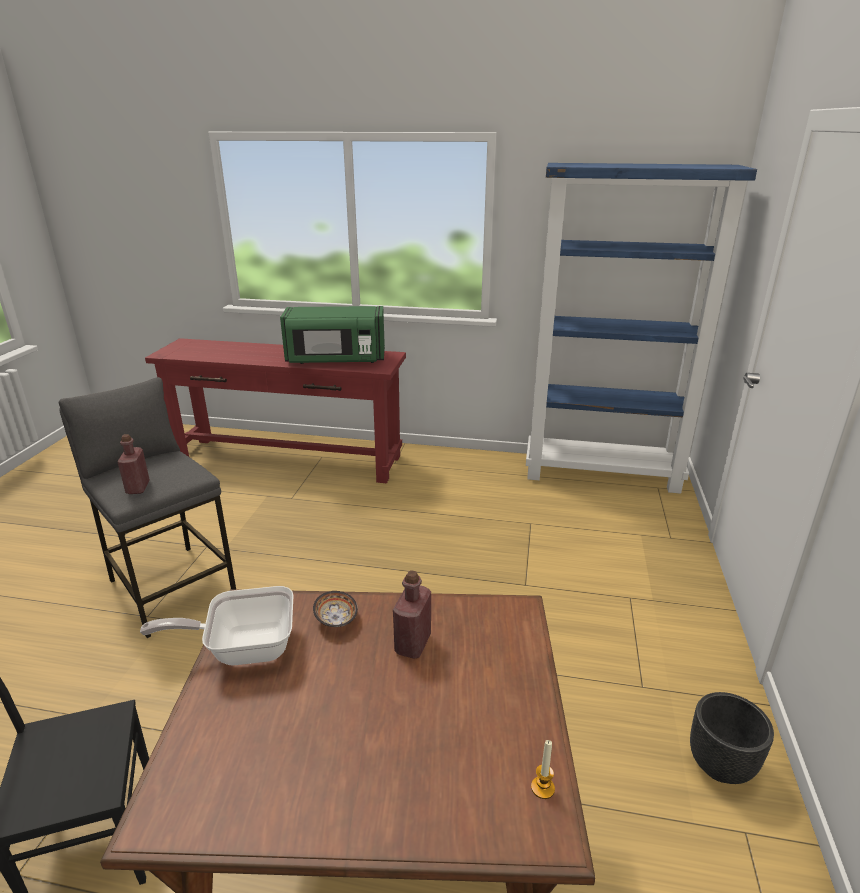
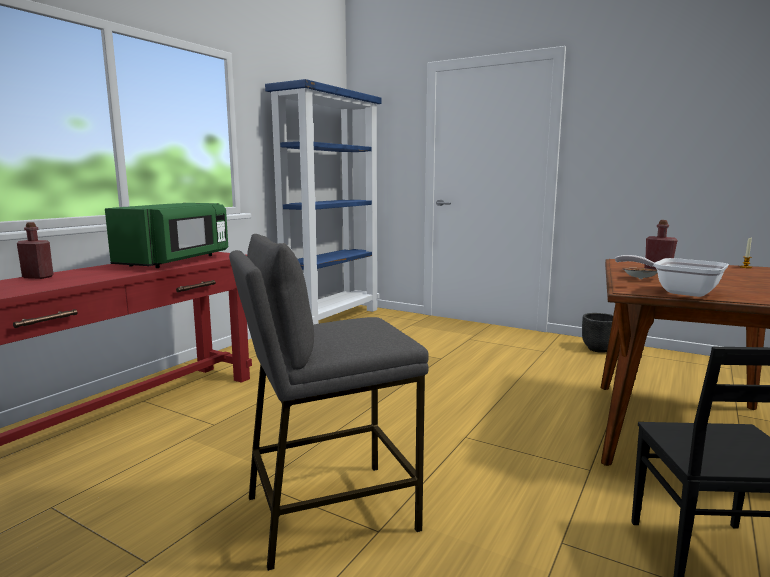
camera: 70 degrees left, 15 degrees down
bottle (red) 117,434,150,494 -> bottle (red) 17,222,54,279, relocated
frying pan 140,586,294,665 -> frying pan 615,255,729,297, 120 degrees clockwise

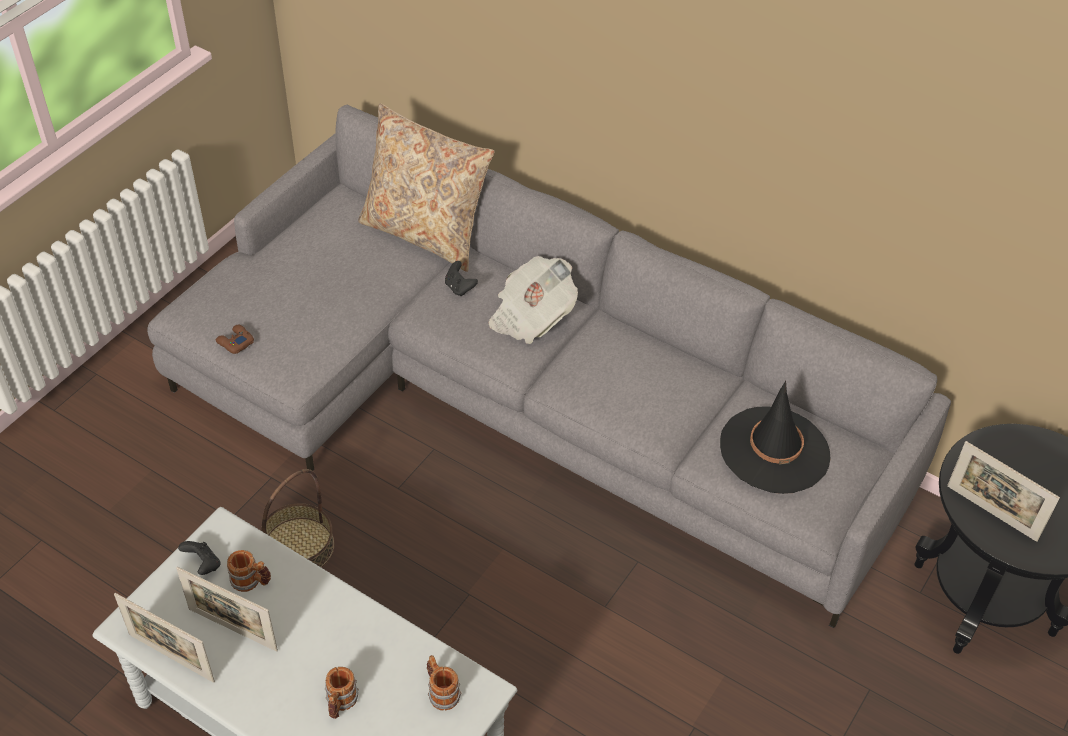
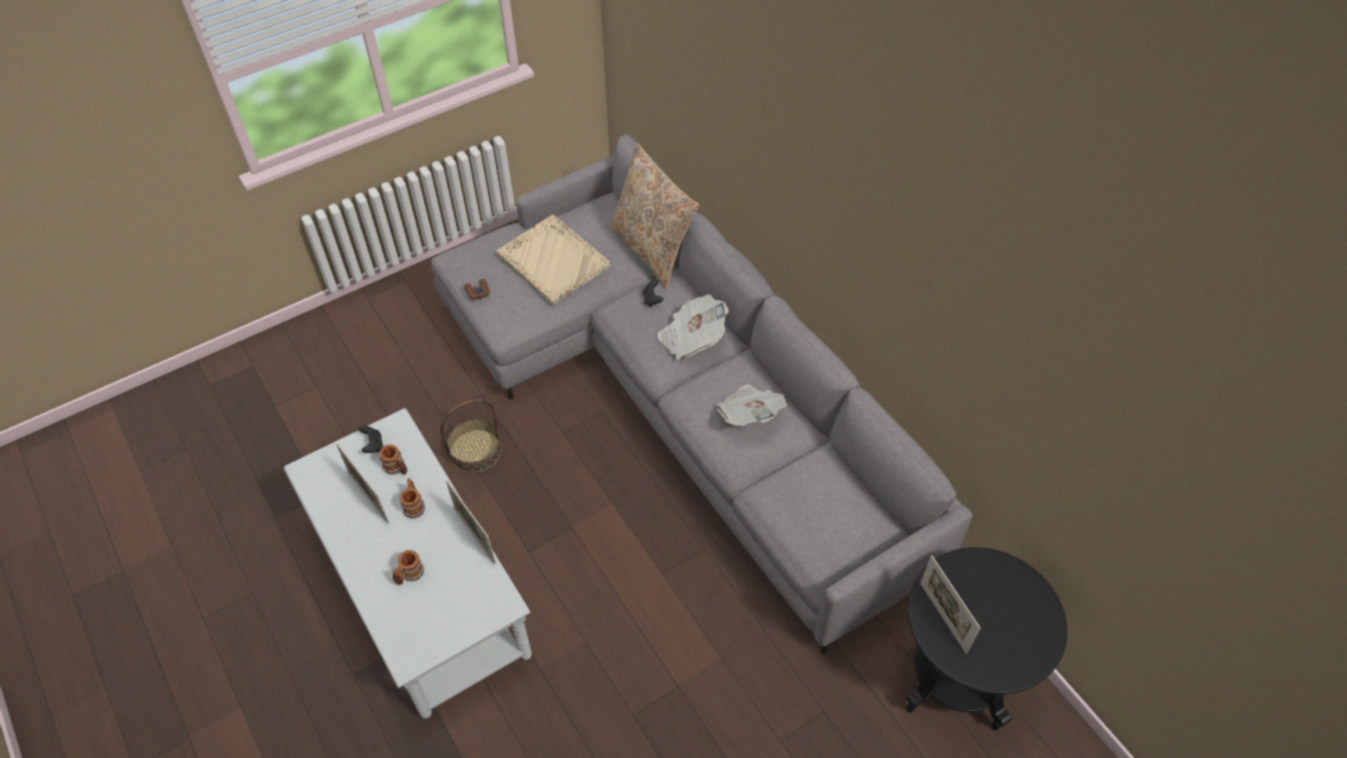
camera: 25 degrees right, 5 degrees up
hat (black) 720,381,830,494 -> none
none -> tray (beige) 496,215,611,305
none -> newspaper 716,385,787,426
picture frame 114,593,215,683 -> picture frame 446,480,496,564, relocated
mug 427,655,461,711 -> mug 400,478,425,519, relocated

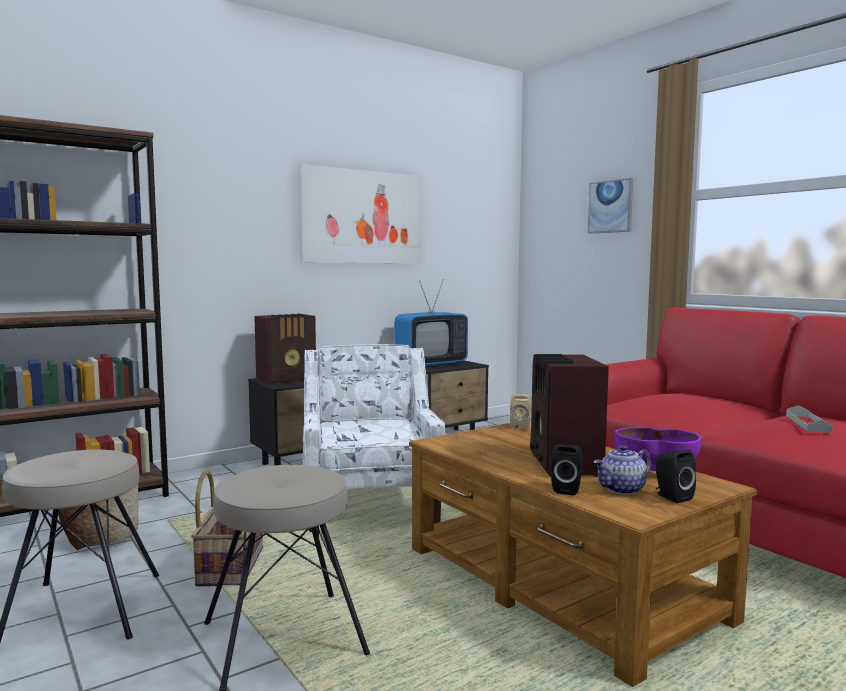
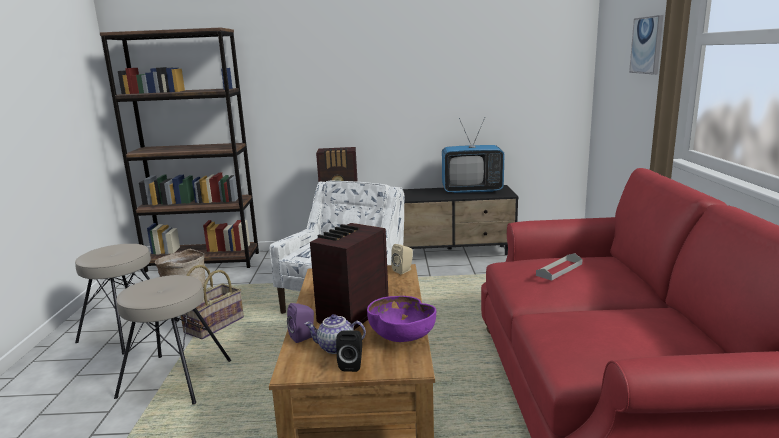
camera: 35 degrees right, 10 degrees up
picture 298,164,421,263 -> none
tray (grey) 786,405,833,433 -> tray (grey) 536,253,583,281, relocated
speaker (black) 551,444,583,496 -> speaker (purple) 287,303,314,343

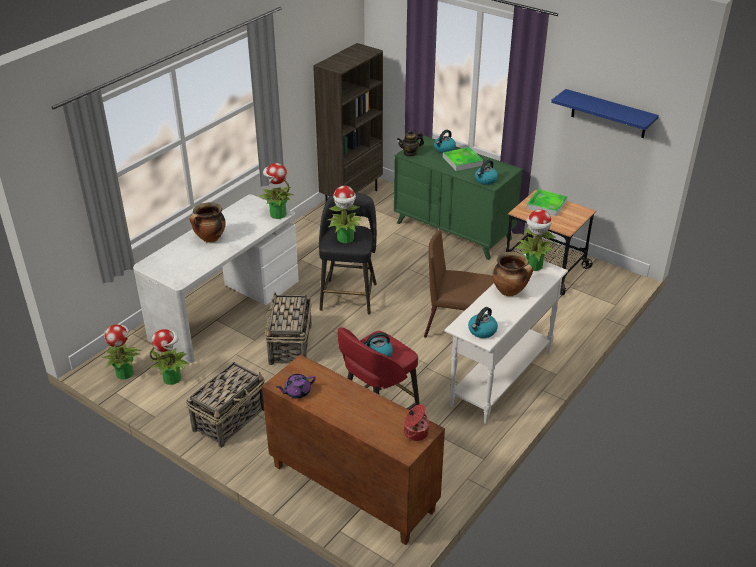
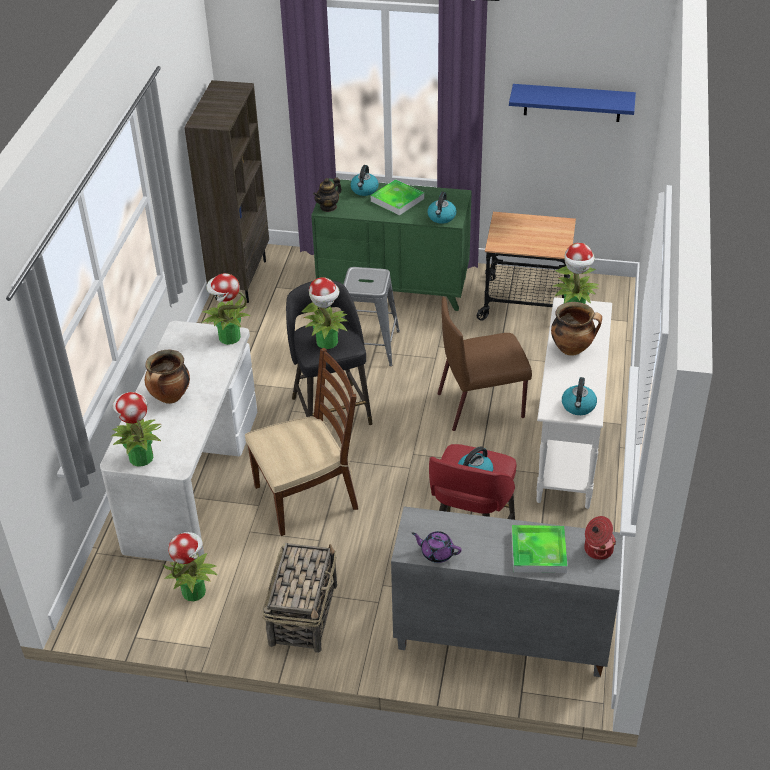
camera: 25 degrees left, 5 degrees up
none -> stool (grey) 341,267,400,366
potted plant 102,324,141,379 -> potted plant 112,392,161,466, relocated
tray 527,189,567,216 -> tray 511,525,568,573, relocated
basket 264,292,312,365 -> chair (brown) 245,348,358,536
cabinet (brown) 262,354,445,545 -> cabinet (grey) 391,507,623,677
teapot (purple) 276,374,316,399 -> teapot (purple) 412,531,462,563, 75 degrees clockwise

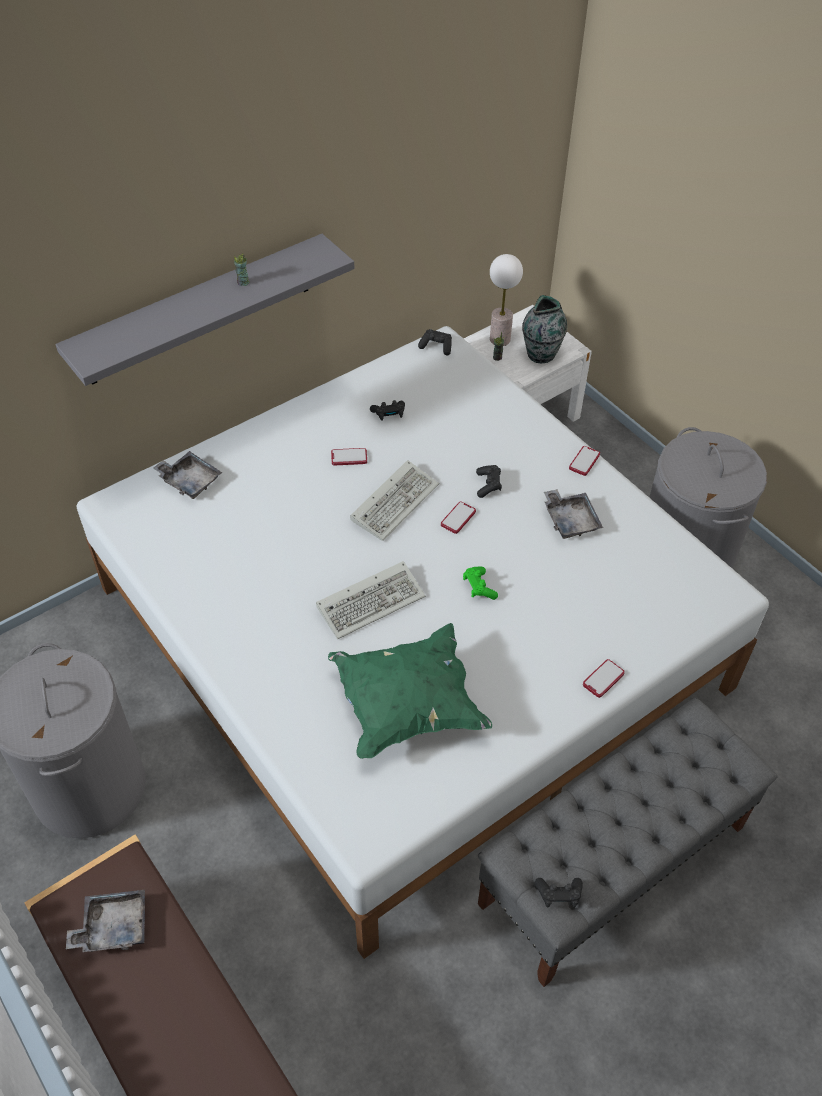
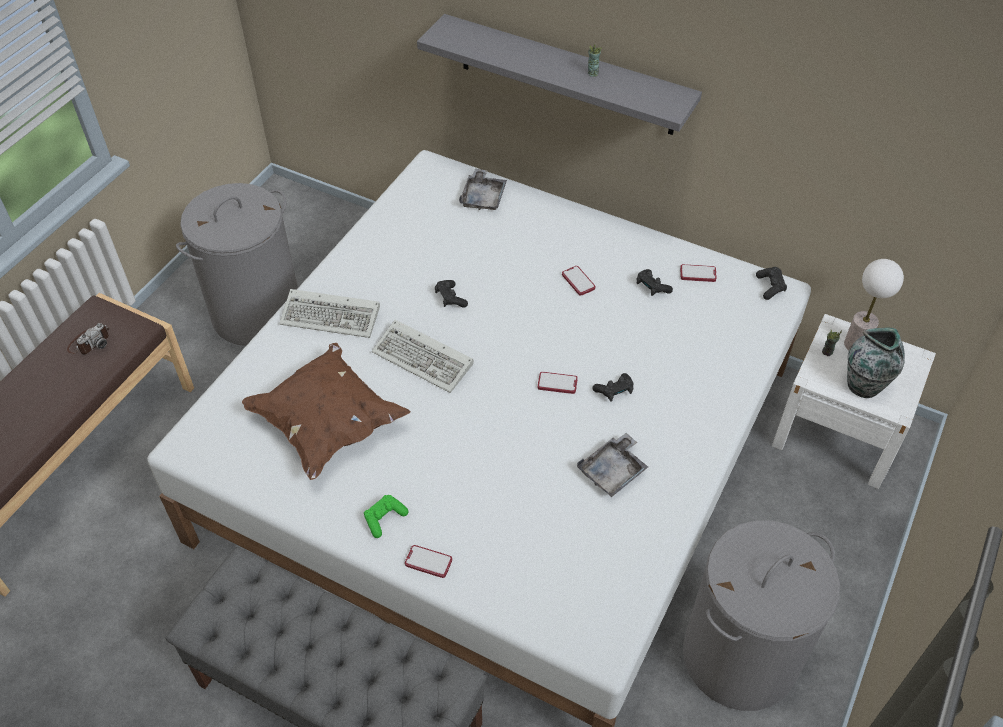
camera: 65 degrees right, 0 degrees up
keyboard 350,460,439,541 -> keyboard 279,289,380,338, relocated
game controller (green) 463,567,498,600 -> game controller (green) 364,495,408,538, relocated
game controller (black) 535,878,583,907 -> game controller (black) 435,280,468,308, relocated
phone 569,446,600,476 -> phone 680,264,717,282, relocated
tray (grey) 66,890,145,952 -> photo camera 67,323,109,354
pillow (green) 328,623,492,759 -> pillow (brown) 242,343,410,480

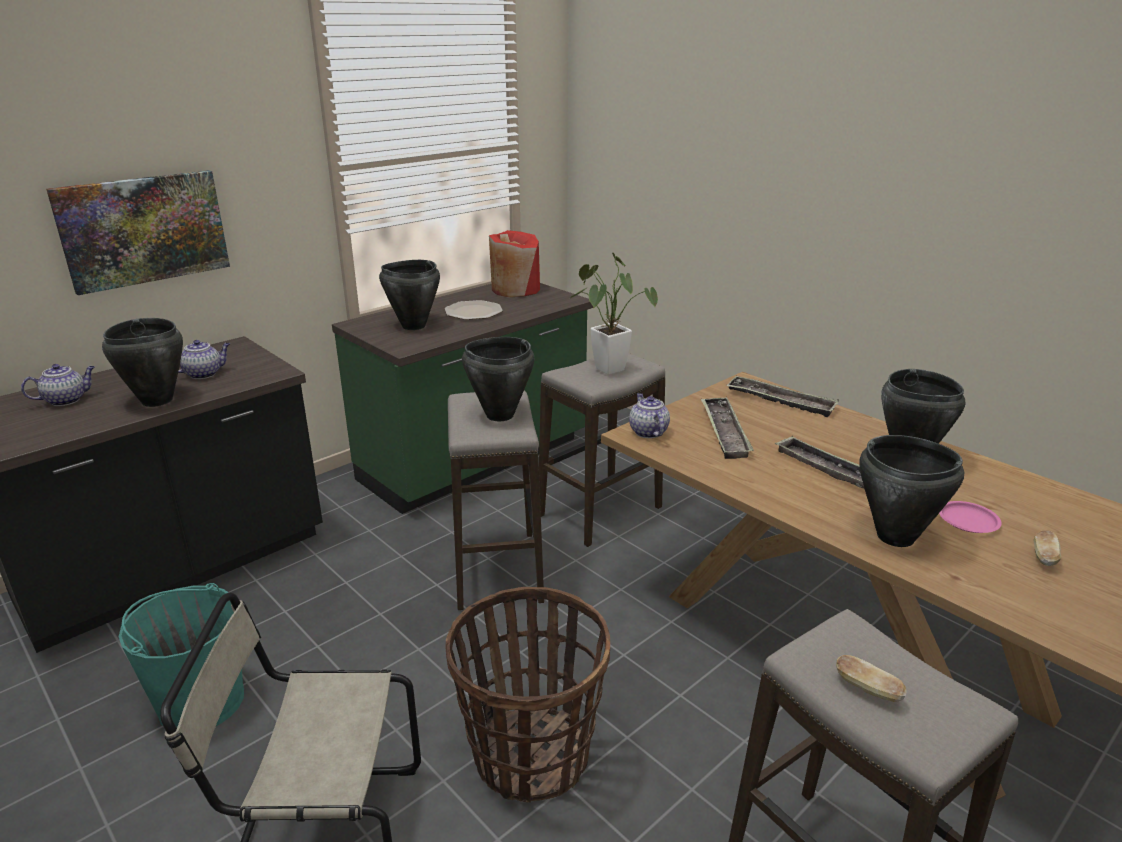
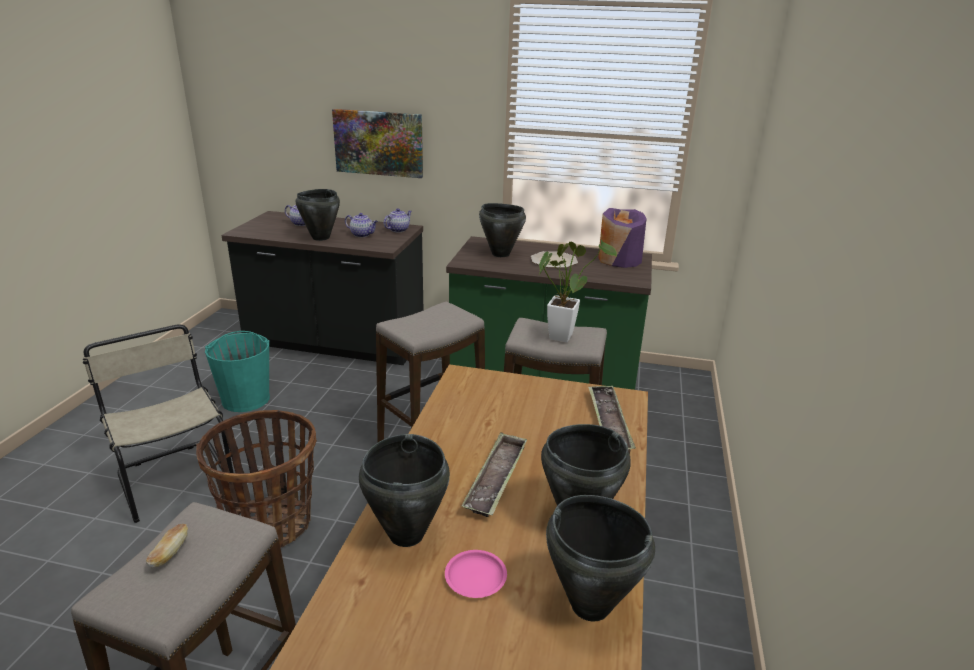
camera: 55 degrees right, 0 degrees up
tray 701,397,754,459 -> none
bread 1034,530,1061,566 -> none
cooking pot (black) 462,337,534,421 -> cooking pot (black) 546,495,655,622, relocated
teapot 629,393,670,438 -> teapot 384,208,412,232, relocated
vase (red) 489,230,540,297 -> vase (purple) 598,208,647,268

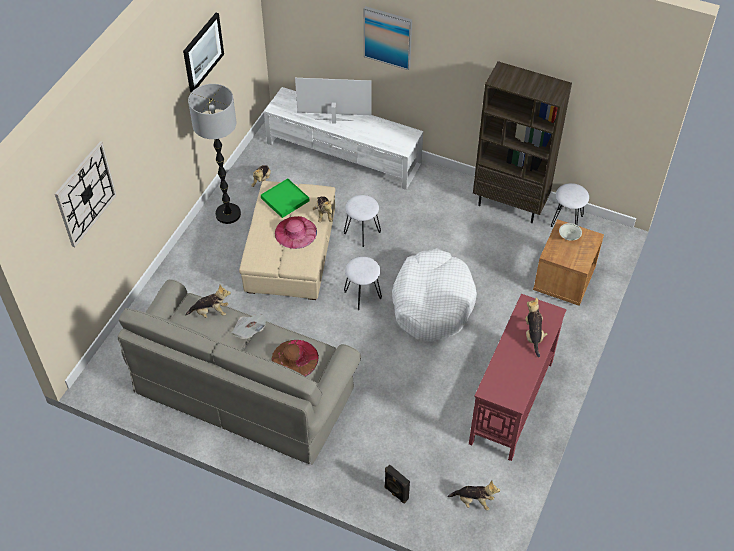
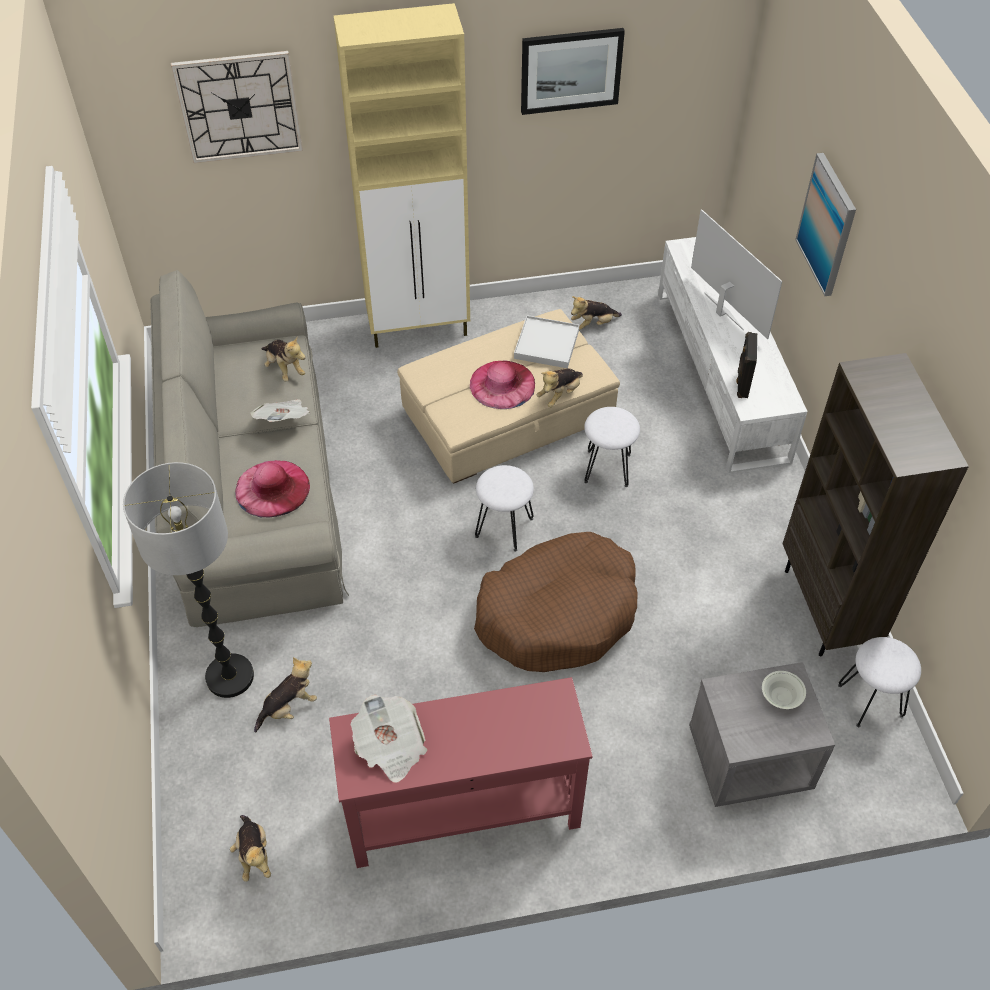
camera: 55 degrees right, 0 degrees up
none -> cabinet (beige) 333,3,470,348
none -> newspaper 351,694,427,782
floor lamp 188,84,241,224 -> floor lamp 123,462,254,698, relocated
speaker (black) 384,464,410,504 -> speaker (black) 736,332,757,398, relocated
plush toy 525,297,547,357 -> plush toy 254,657,317,733, relocated
tray (green) 261,178,309,218 -> tray (white) 514,316,579,368
hat (brown) 271,340,319,377 -> hat (pink) 235,460,310,518
dog bed (white) 392,248,477,342 -> dog bed (brown) 474,532,637,672
nightstand (brown) 533,219,604,306 -> nightstand (grey) 689,662,835,807

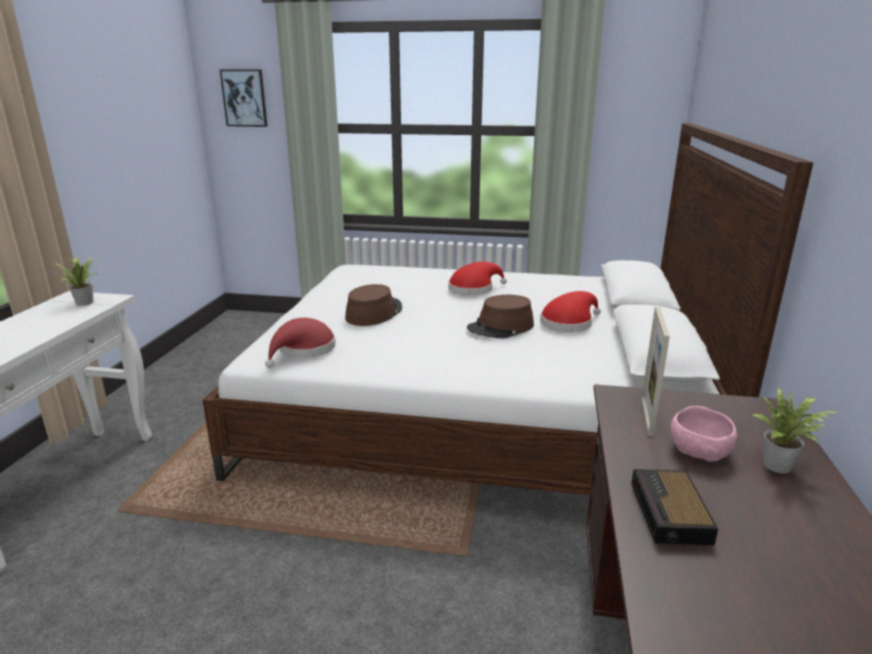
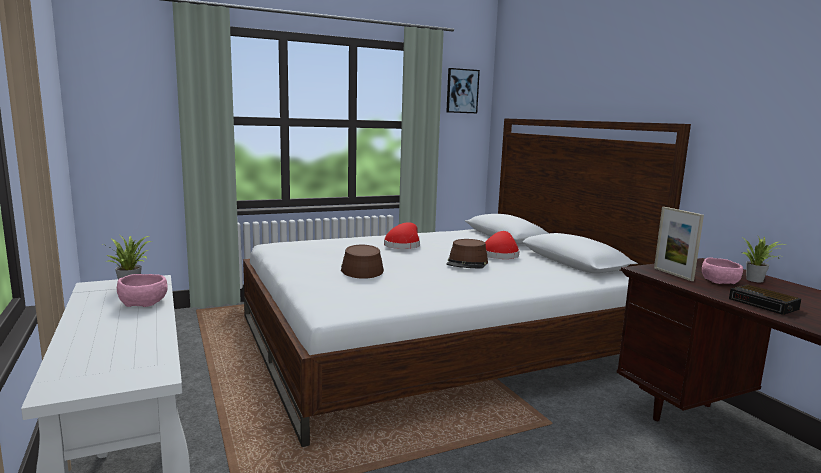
camera: 35 degrees left, 10 degrees down
hat (red) 265,318,336,368 -> none
none -> bowl (pink) 117,274,168,307
picture 220,69,267,127 -> picture 446,68,480,113, relocated

